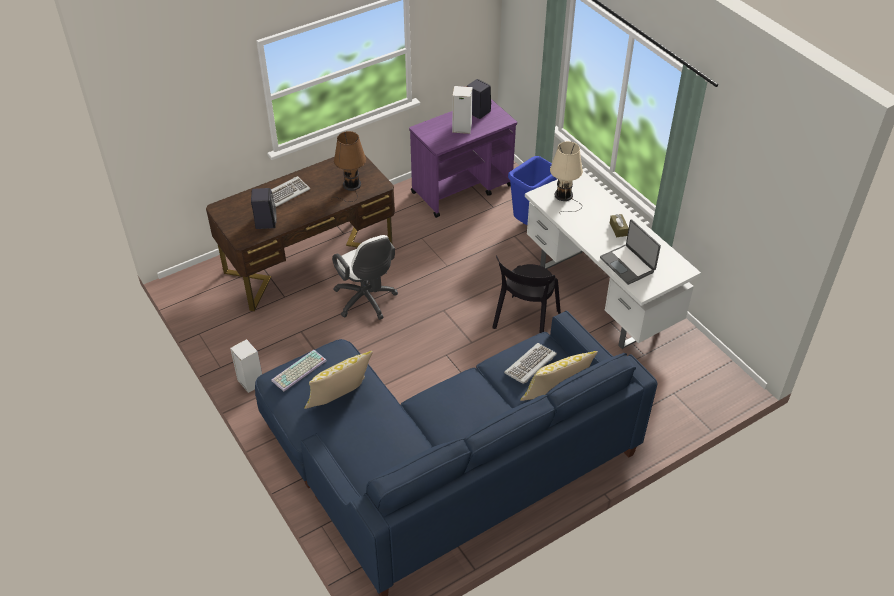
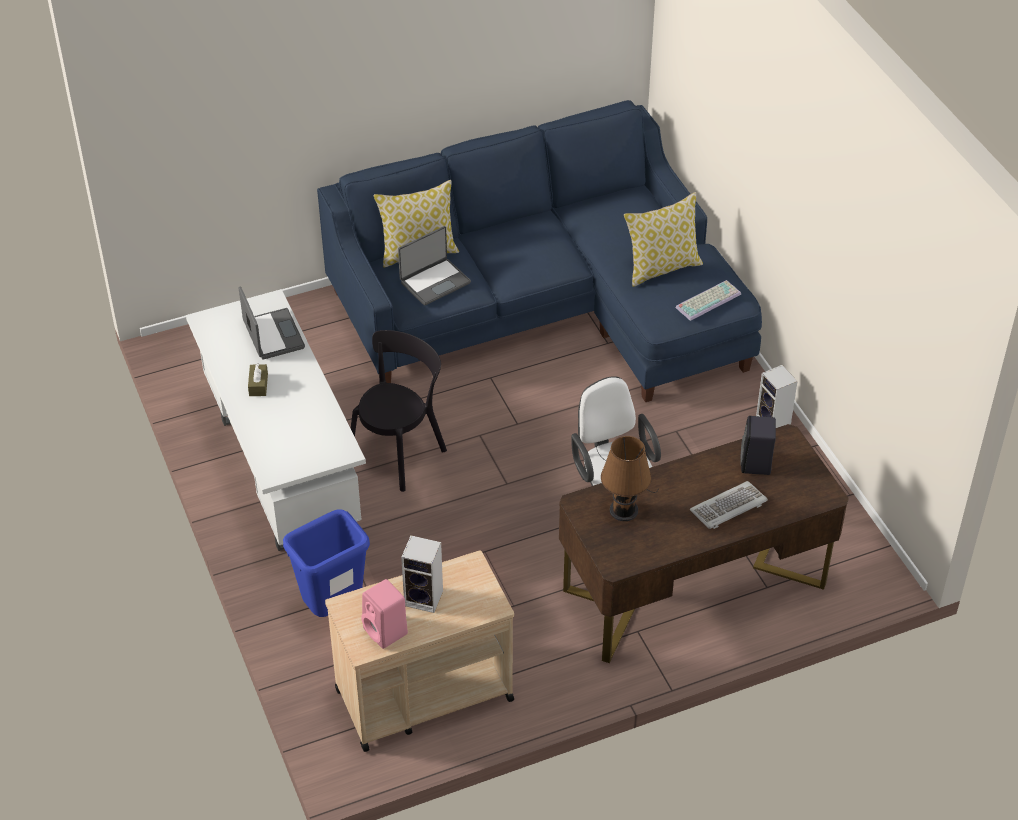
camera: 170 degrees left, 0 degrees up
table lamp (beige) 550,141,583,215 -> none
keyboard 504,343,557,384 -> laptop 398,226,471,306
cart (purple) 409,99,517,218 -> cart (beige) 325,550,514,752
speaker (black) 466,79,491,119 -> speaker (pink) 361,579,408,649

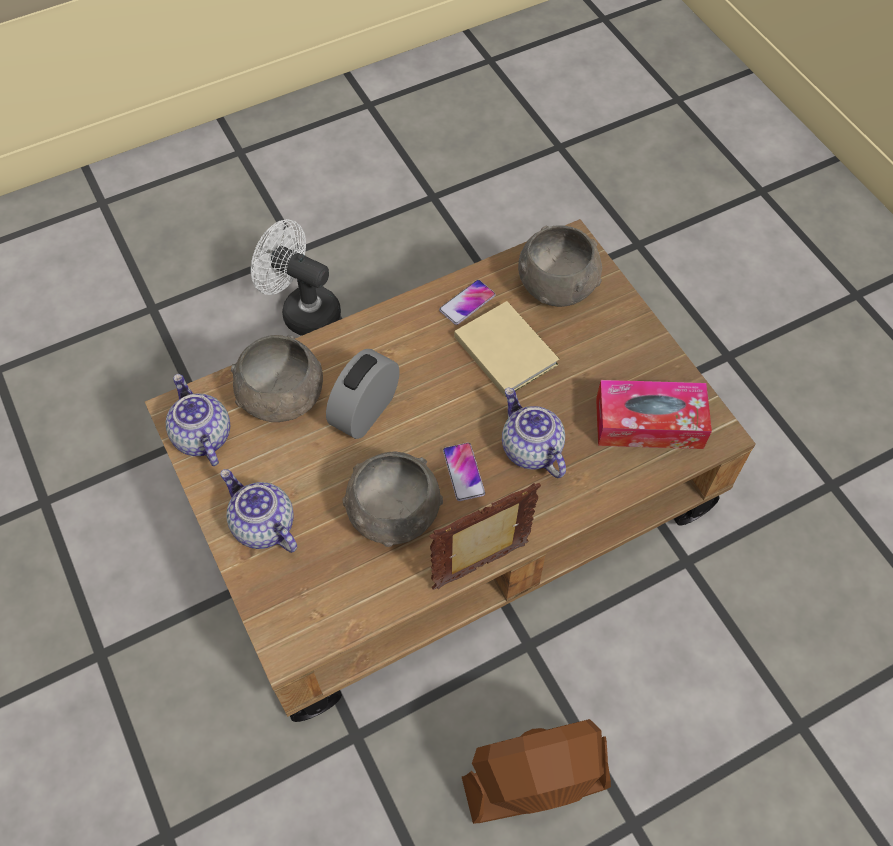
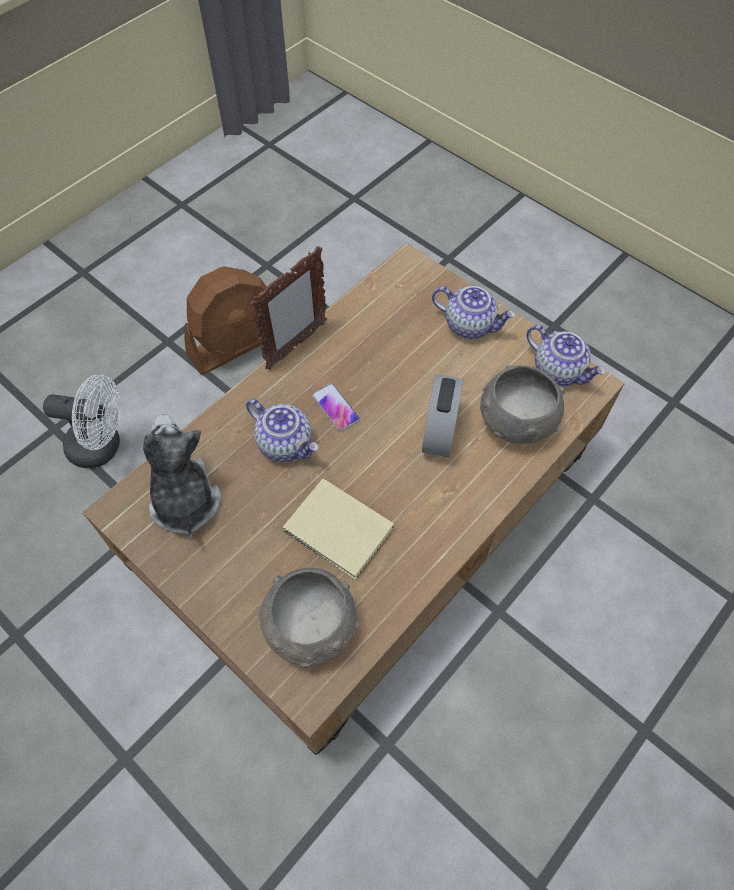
camera: 160 degrees right, 0 degrees up
bowl (grey) 342,451,443,547 -> none
phone 439,280,496,325 -> none
fan (white) 251,219,341,336 -> fan (white) 43,374,121,468, relocated
tissue box 596,380,712,449 -> plush toy 143,414,221,538

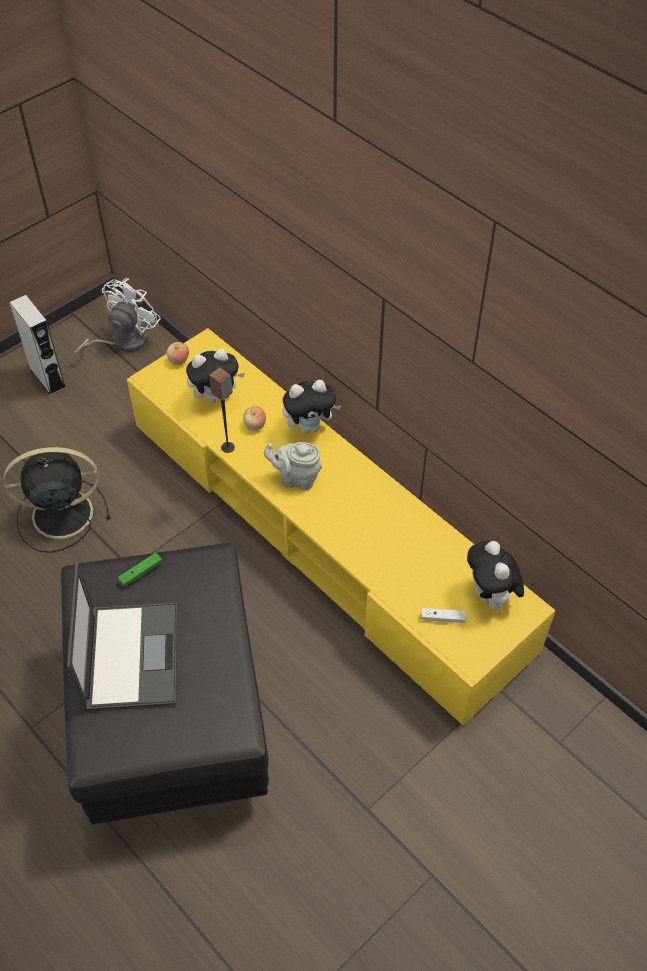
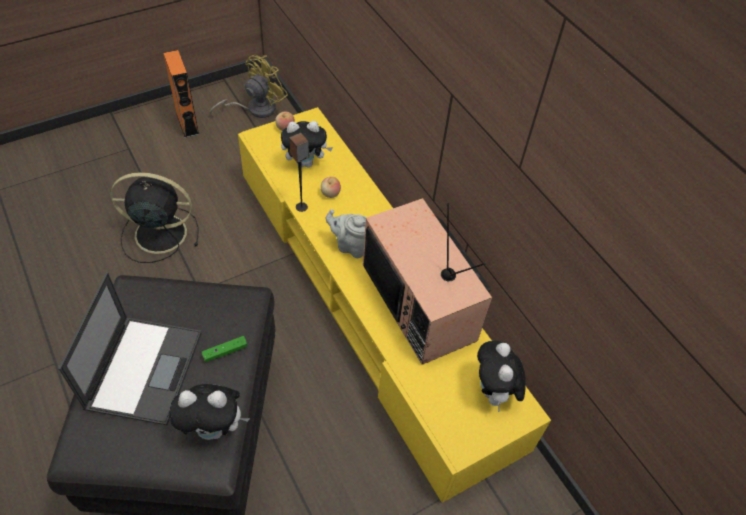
camera: 10 degrees right, 0 degrees up
game controller (white) 421,608,466,623 -> none
none -> television 363,198,492,365
game controller (green) 118,553,162,587 -> game controller (green) 202,336,247,362, relocated
plush toy 282,380,341,433 -> plush toy 169,384,250,440, relocated
speaker (grey) 9,295,66,395 -> speaker (orange) 163,50,199,138
fan (white) 71,278,161,362 -> fan (yellow) 210,55,288,118

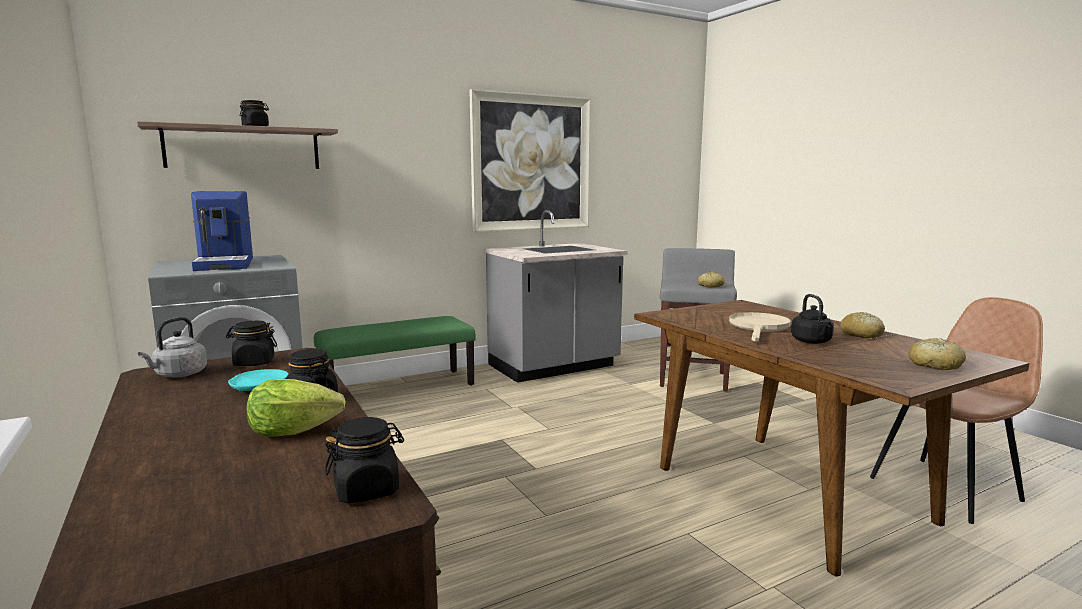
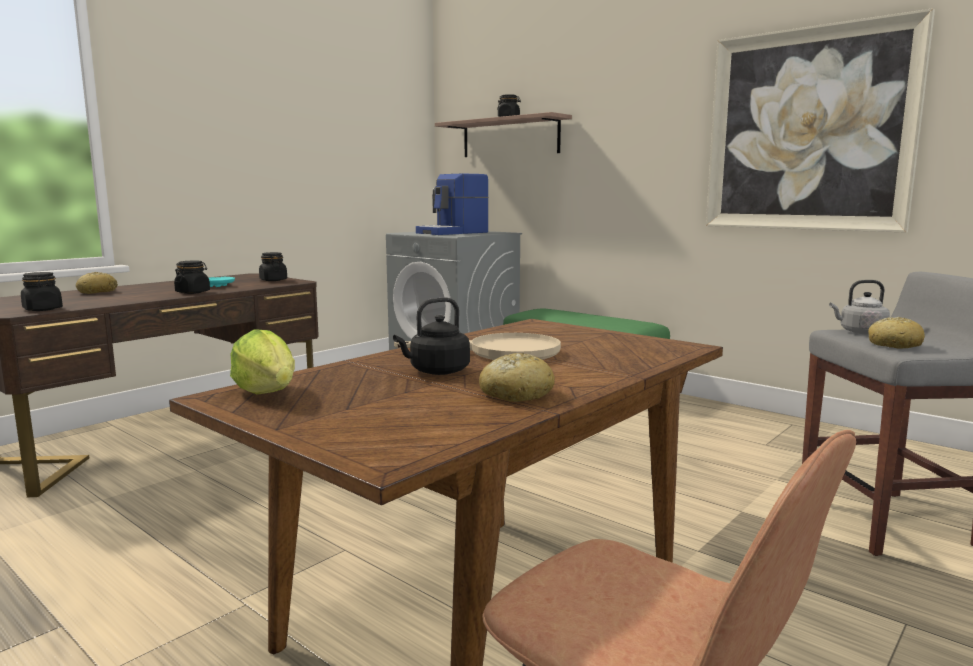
camera: 70 degrees right, 0 degrees up
counter (grey) 485,210,628,383 -> none
kettle (grey) 138,317,207,378 -> kettle (grey) 829,280,890,334, relocated
lettuce 247,379,346,437 -> lettuce 230,329,295,394, relocated
bread 909,338,966,370 -> bread 76,272,118,294, relocated

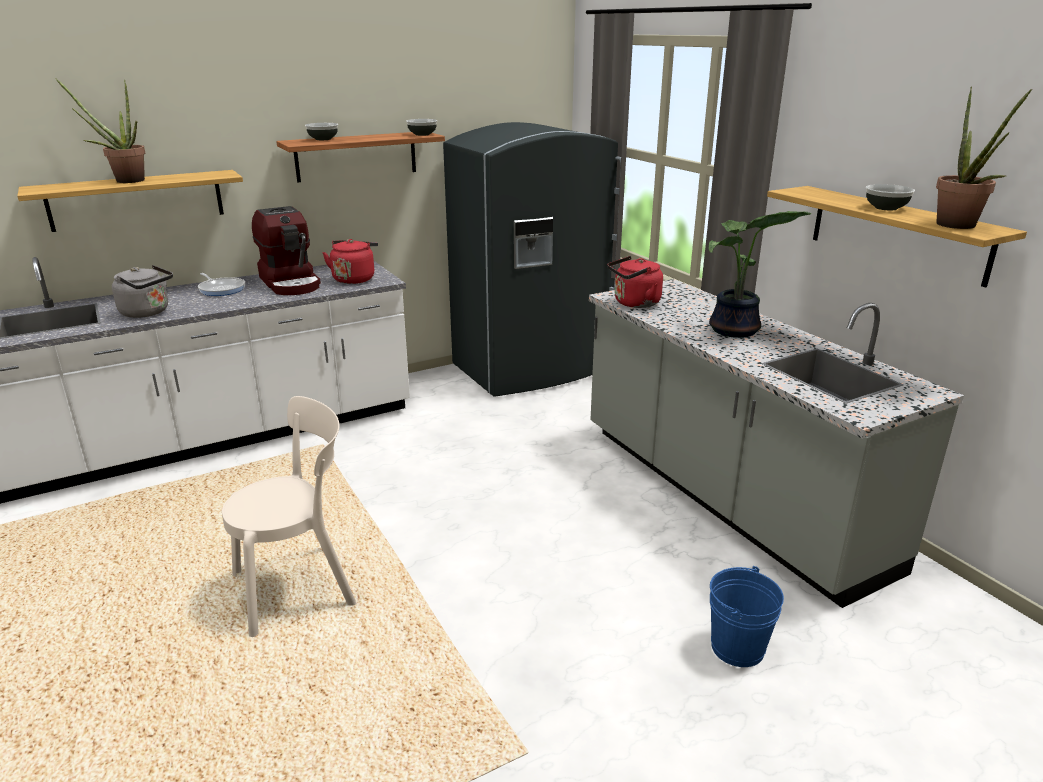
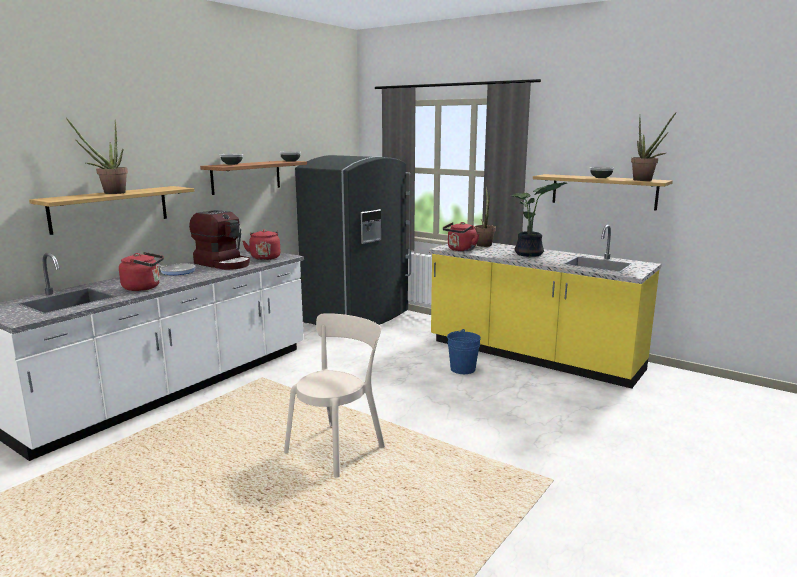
camera: 25 degrees left, 10 degrees down
none -> potted plant 474,187,496,247
bucket (blue) 710,566,784,667 -> bucket (blue) 447,329,481,374, relocated
kettle (grey) 112,265,173,318 -> kettle (red) 119,252,164,291
counter (grey) 589,279,964,608 -> counter (yellow) 429,225,661,389

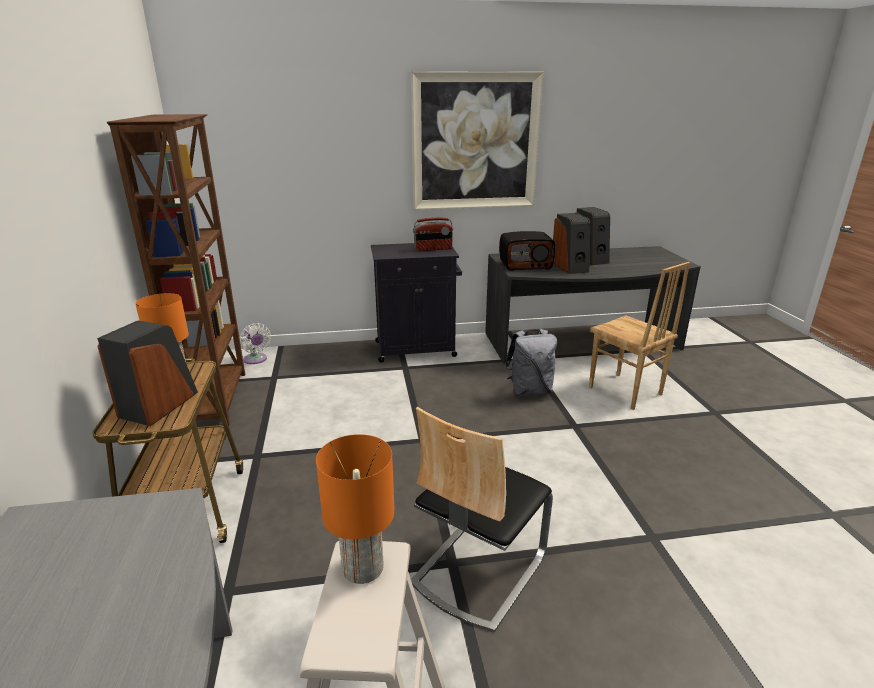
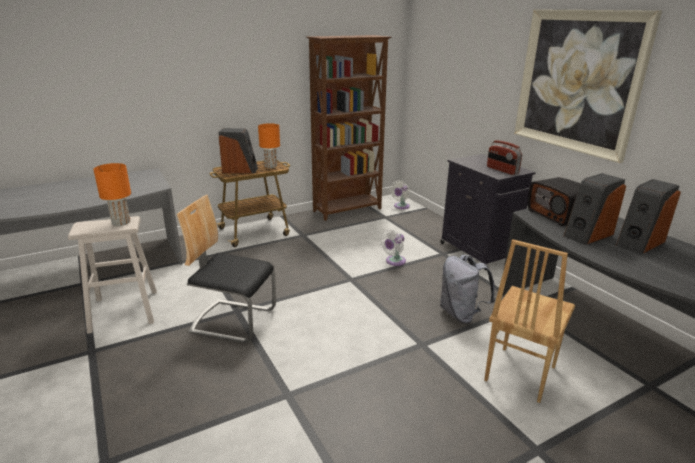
camera: 70 degrees right, 0 degrees up
none -> fan (white) 380,230,406,266

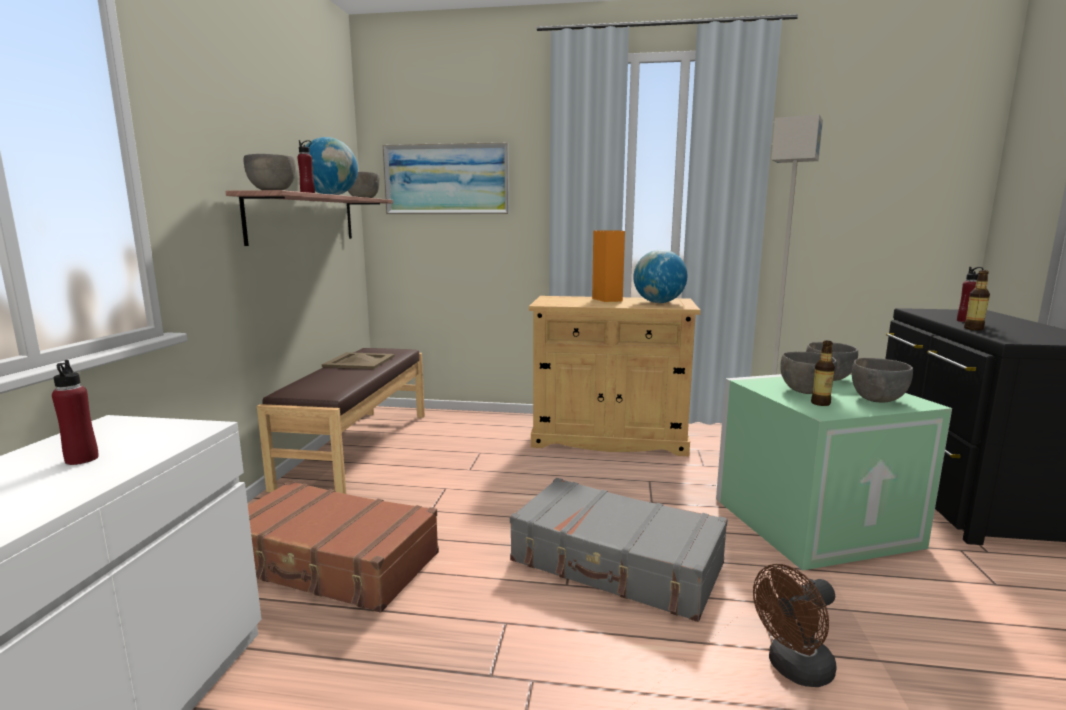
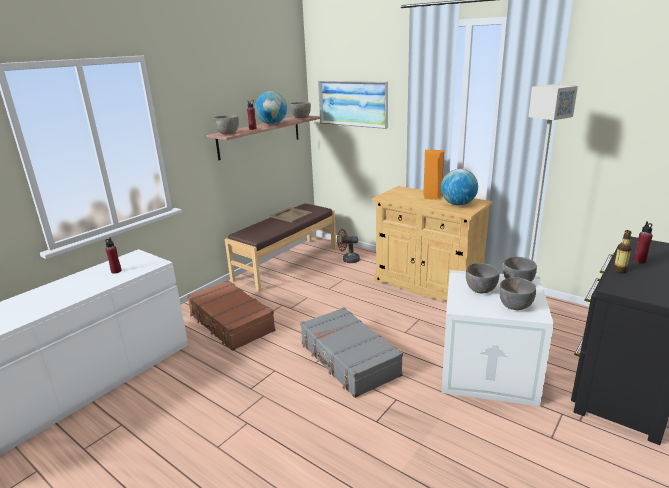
camera: 30 degrees right, 10 degrees up
bottle 811,341,835,406 -> none
fan (brown) 753,564,837,687 -> fan (brown) 337,229,360,263, relocated
storage box (green) 716,374,952,571 -> storage box (white) 441,270,554,406

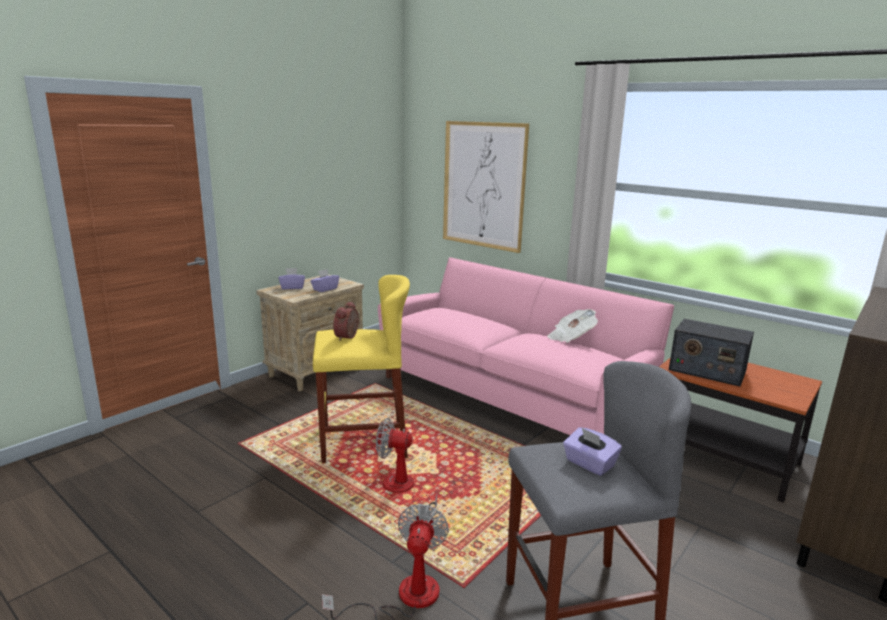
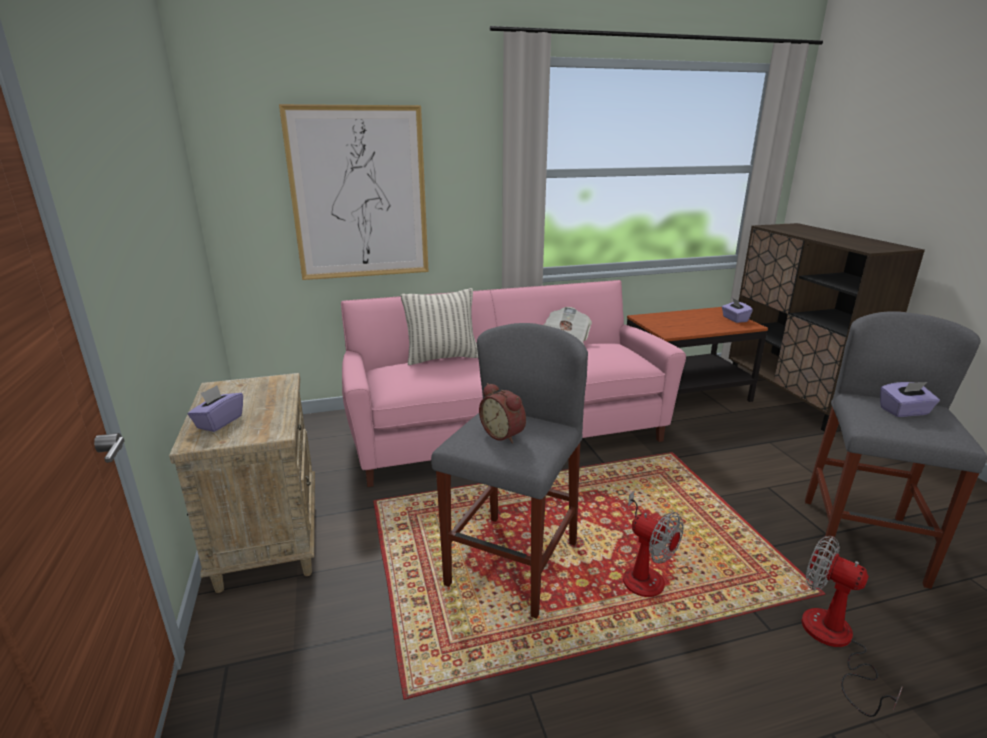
camera: 55 degrees left, 5 degrees up
radio 669,319,754,387 -> none
none -> pillow 401,288,478,365
tissue box (purple) 310,269,339,292 -> tissue box (purple) 722,298,753,323, relocated
stool (yellow) 313,275,410,463 -> stool (grey) 431,323,588,619
fan 376,418,437,517 -> fan 617,491,683,597, 90 degrees counterclockwise

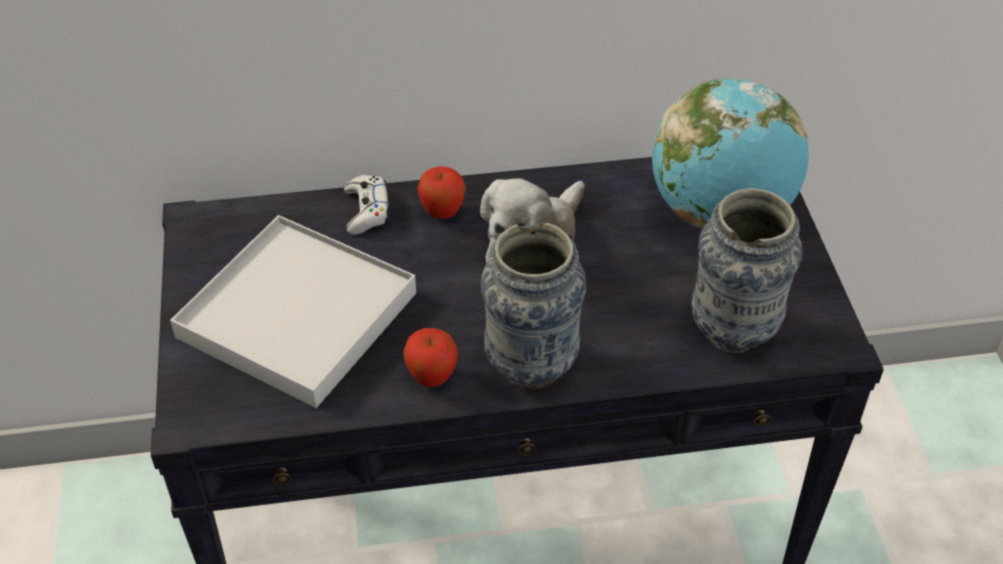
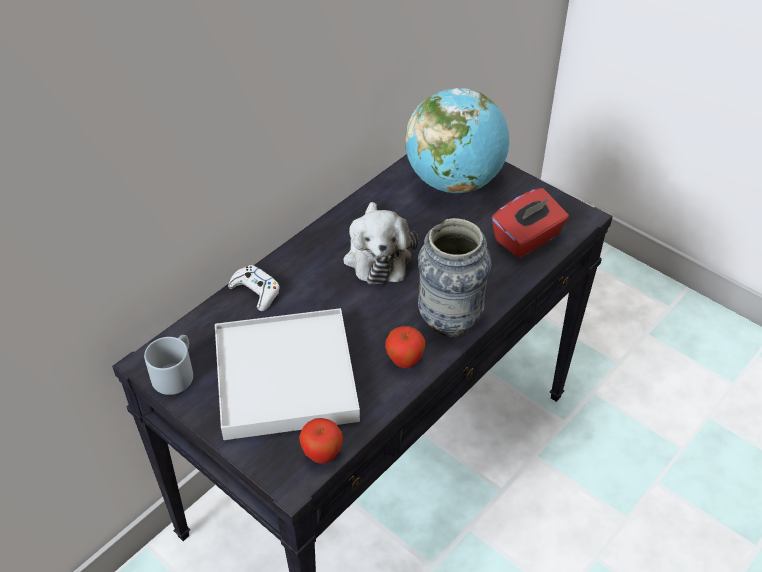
camera: 40 degrees left, 0 degrees up
none -> mug (grey) 144,335,193,395
apple 417,166,466,219 -> apple 299,418,343,464, relocated
vase 691,188,803,353 -> tissue box (red) 492,188,569,258

